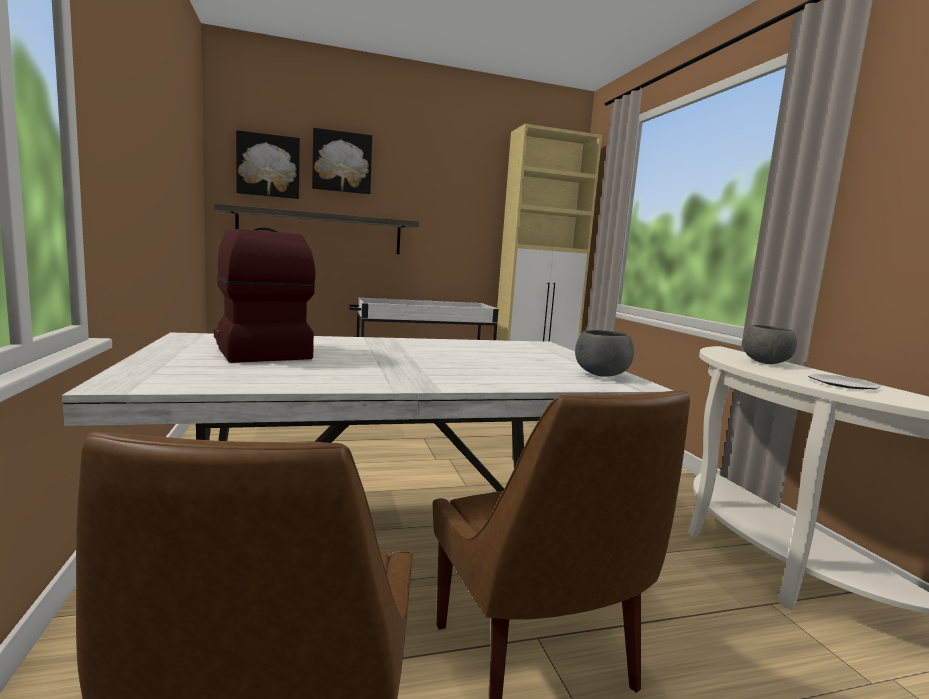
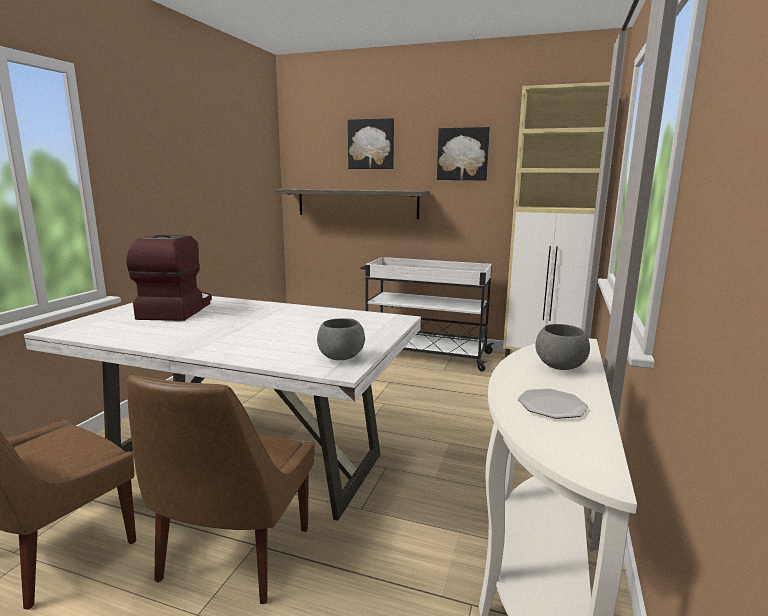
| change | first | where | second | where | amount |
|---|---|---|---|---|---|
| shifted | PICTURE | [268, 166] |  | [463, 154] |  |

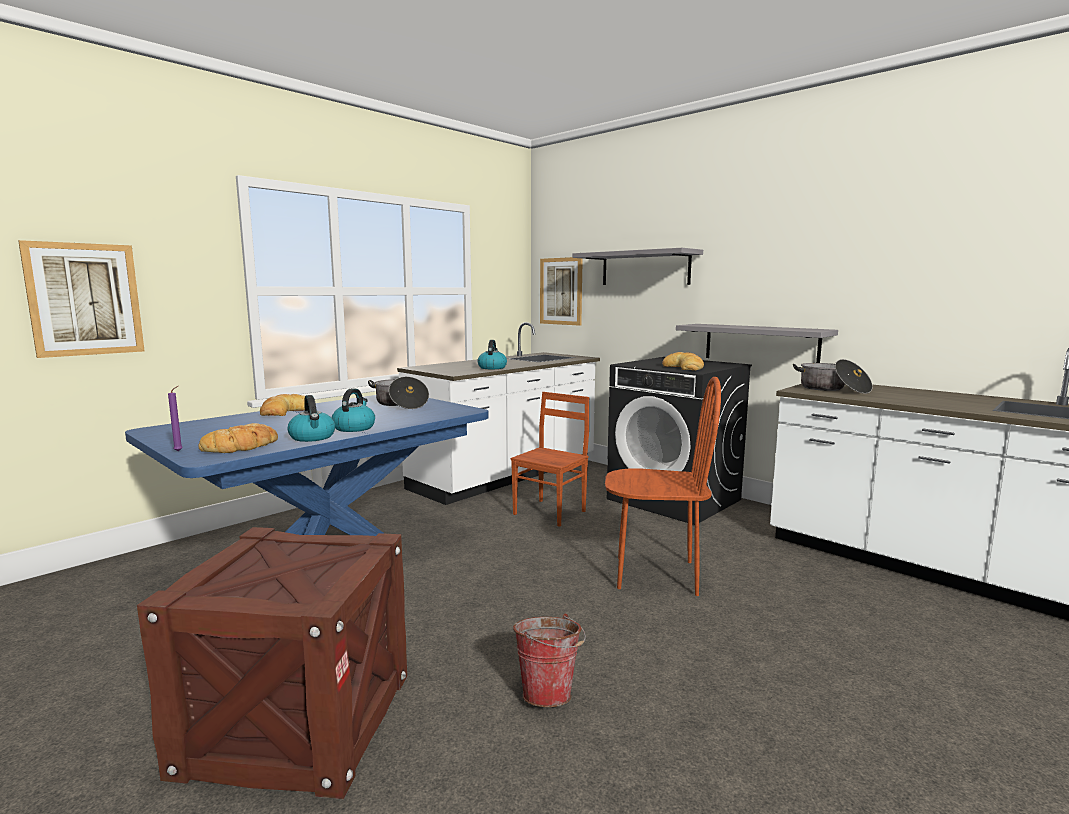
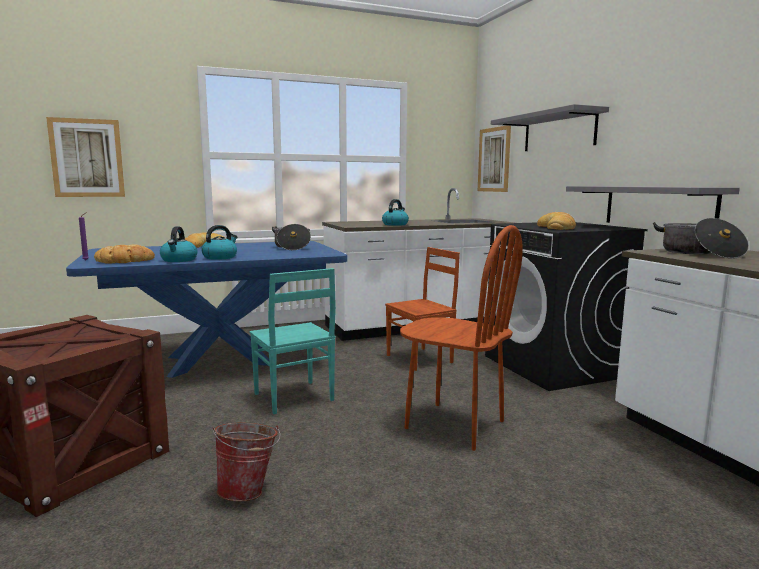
| change | first | where | second | where | amount |
|---|---|---|---|---|---|
| new |  |  | BLUE-GREEN UPRIGHT CHAIR | [293, 398] |  |

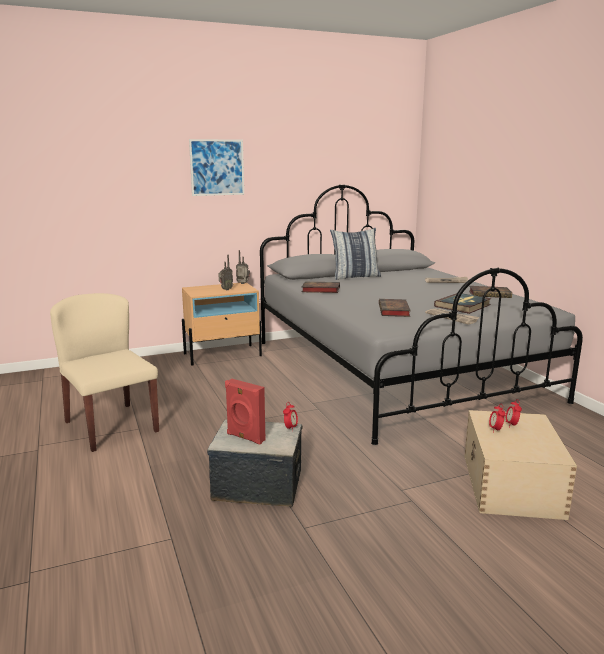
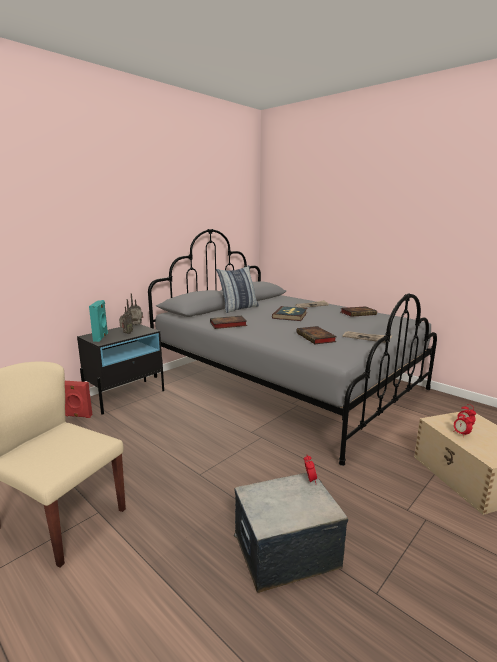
| change | first | where | second | where | amount |
|---|---|---|---|---|---|
| repainted | SAND-COLOURED NIGHT TABLE | [223, 355] | BLACKISH NIGHT TABLE | [126, 396] |  |
| gone | PICTURE | [217, 167] |  |  |  |
| shifted | RED SPEAKER | [245, 437] |  | [78, 416] |  |
| shifted | BOUND BOOK | [463, 305] |  | [290, 315] |  |
| new |  |  | BLUE-GREEN SPEAKER | [101, 337] |  |

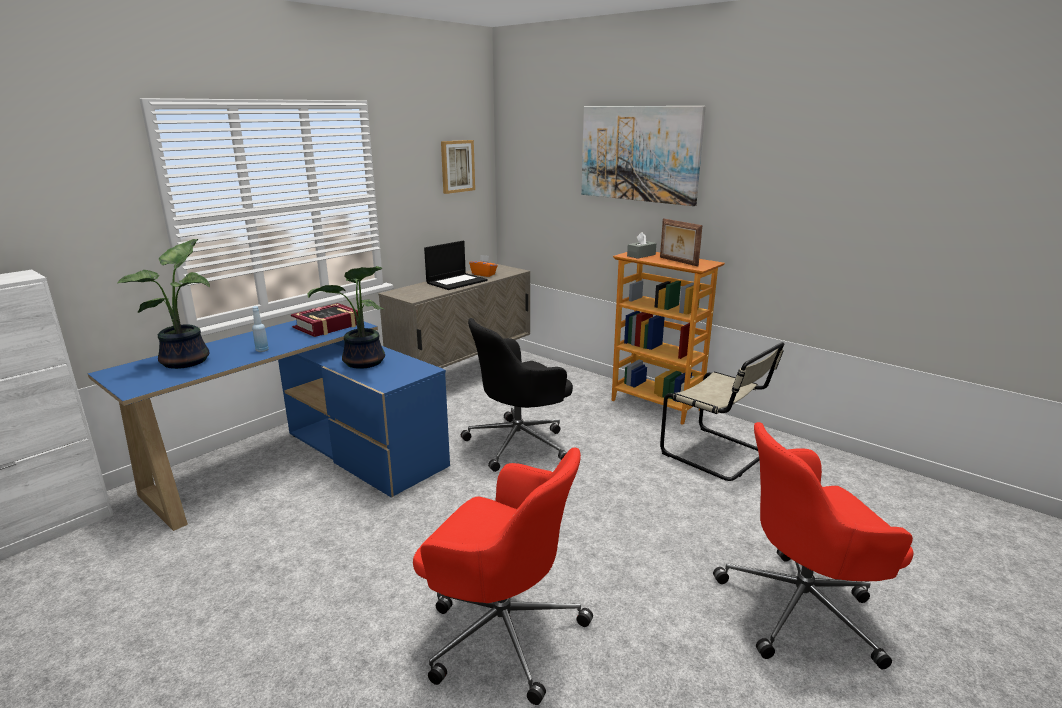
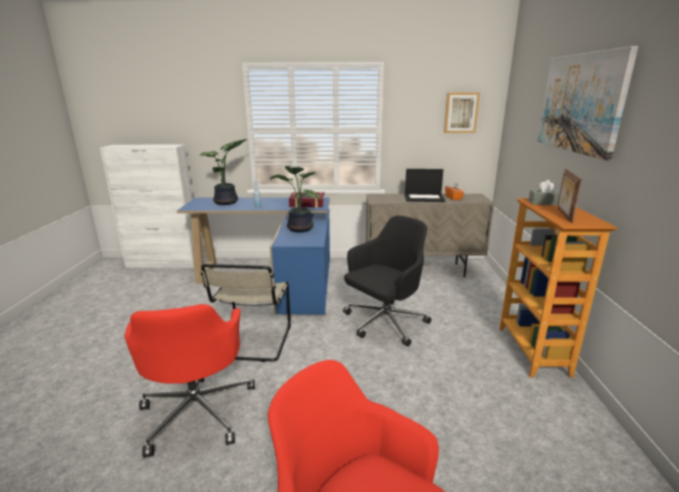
| change | first | where | second | where | amount |
|---|---|---|---|---|---|
| rotated | BLACKISH COMPUTER CHAIR | [519, 443] |  | [384, 323] | 120 degrees clockwise |
| shifted | SAND-COLOURED UPRIGHT CHAIR | [717, 455] |  | [253, 343] |  |

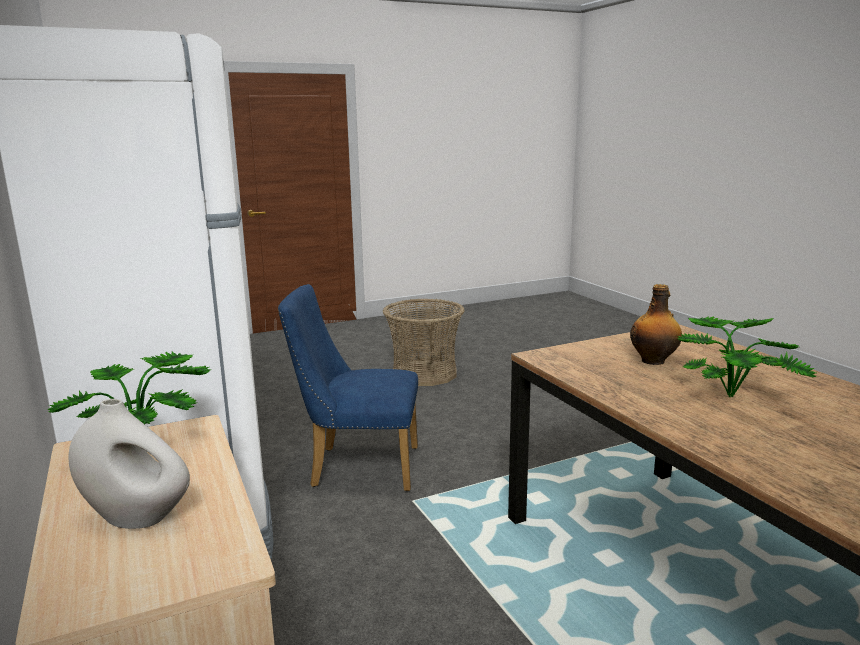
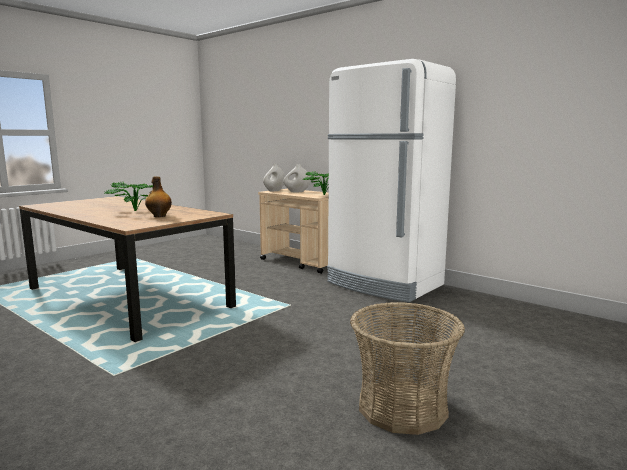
| change | first | where | second | where | amount |
|---|---|---|---|---|---|
| gone | BLUE-COLOURED UPRIGHT CHAIR | [356, 467] |  |  |  |
| new |  |  | WHITE VASE | [274, 191] |  |

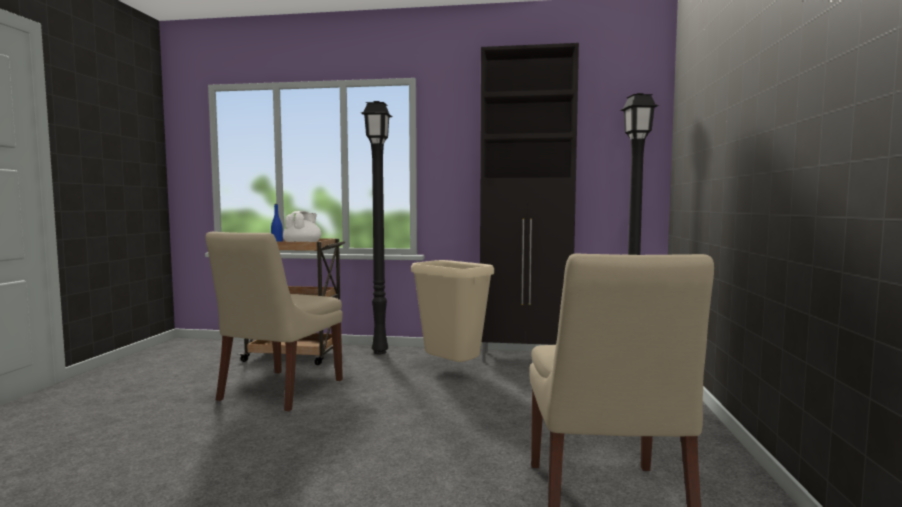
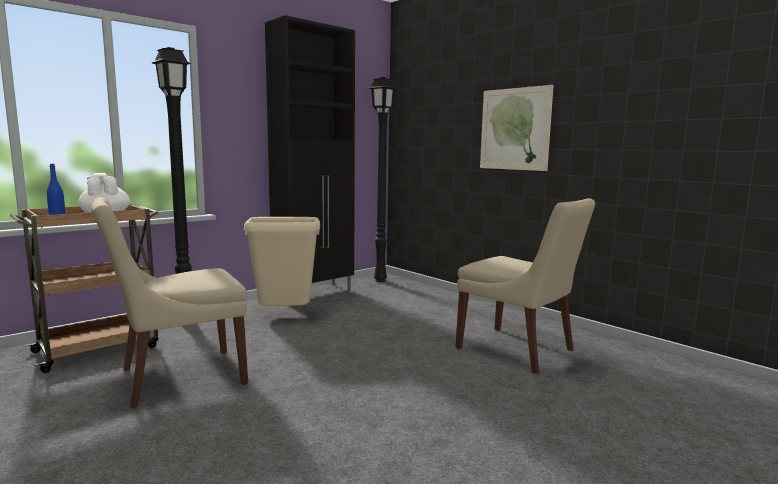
| change | first | where | second | where | amount |
|---|---|---|---|---|---|
| rotated | SAND-COLOURED UPRIGHT CHAIR | [279, 391] |  | [178, 377] | 90 degrees clockwise |
| new |  |  | PICTURE | [514, 129] |  |

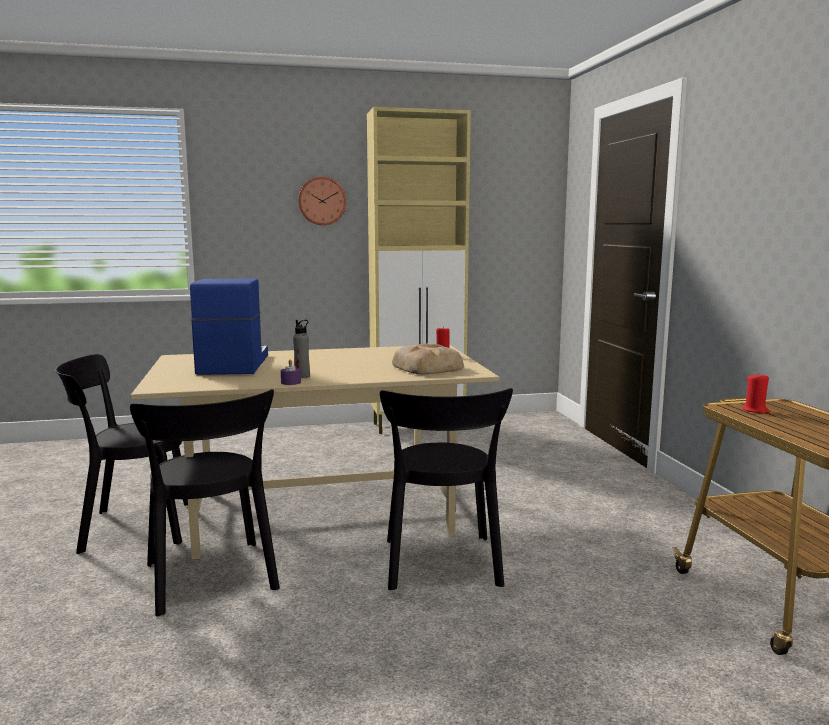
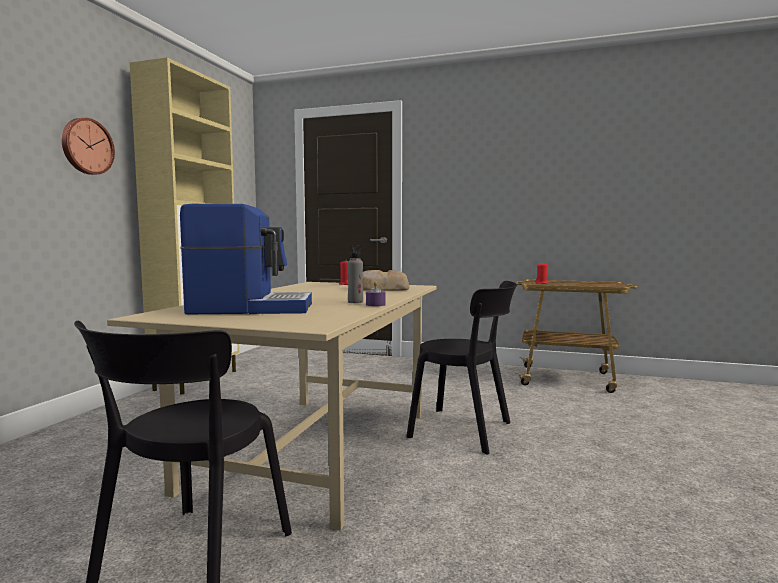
| change | first | where | second | where | amount |
|---|---|---|---|---|---|
| gone | BLACKISH UPRIGHT CHAIR | [211, 580] |  |  |  |
| rotated | COFFEE MACHINE | [232, 364] |  | [251, 308] | 150 degrees clockwise |

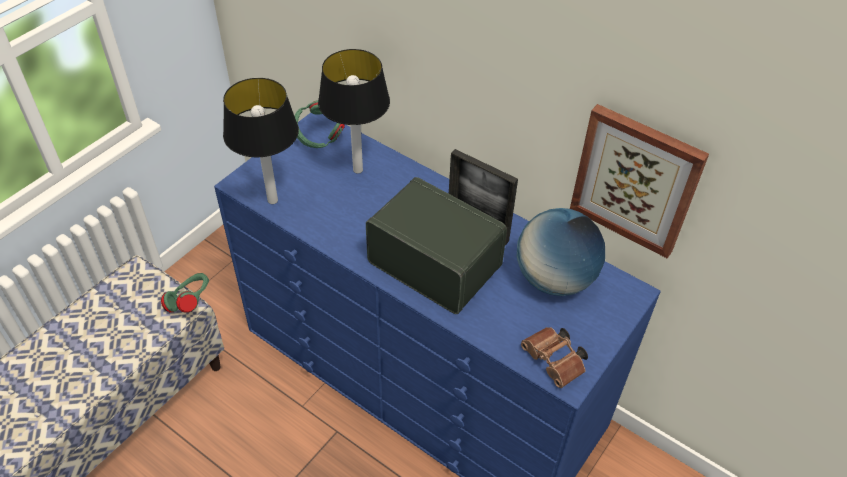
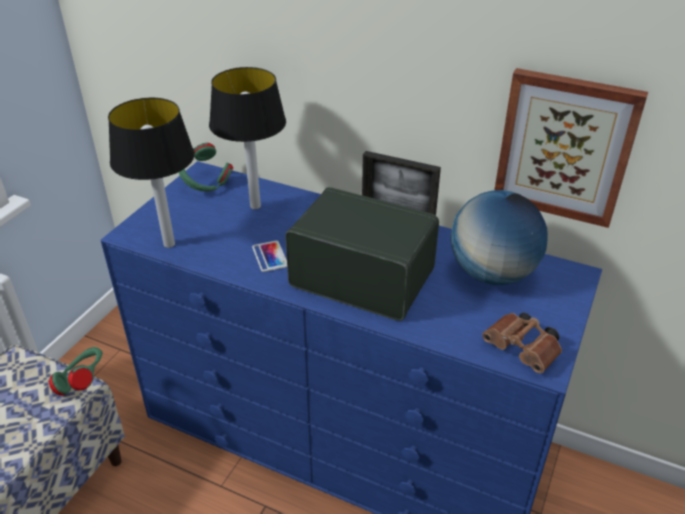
| change | first | where | second | where | amount |
|---|---|---|---|---|---|
| new |  |  | TELEPHONE | [270, 256] |  |

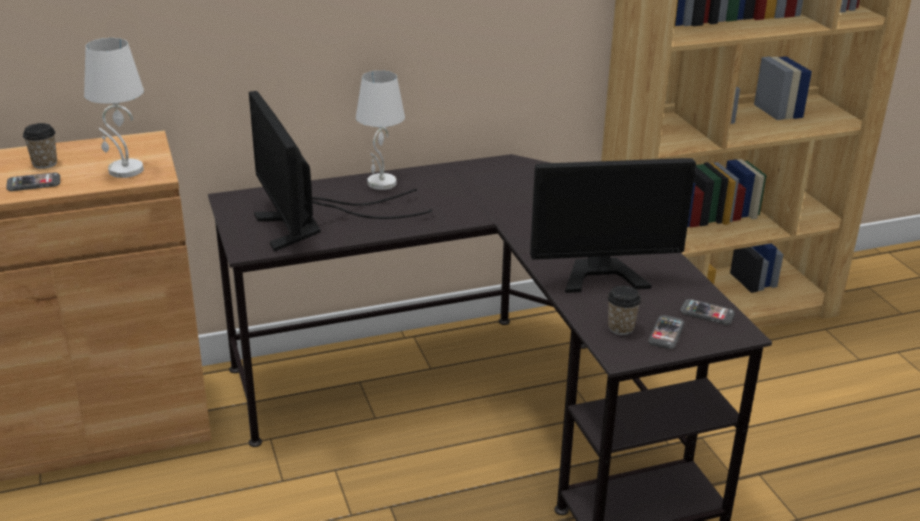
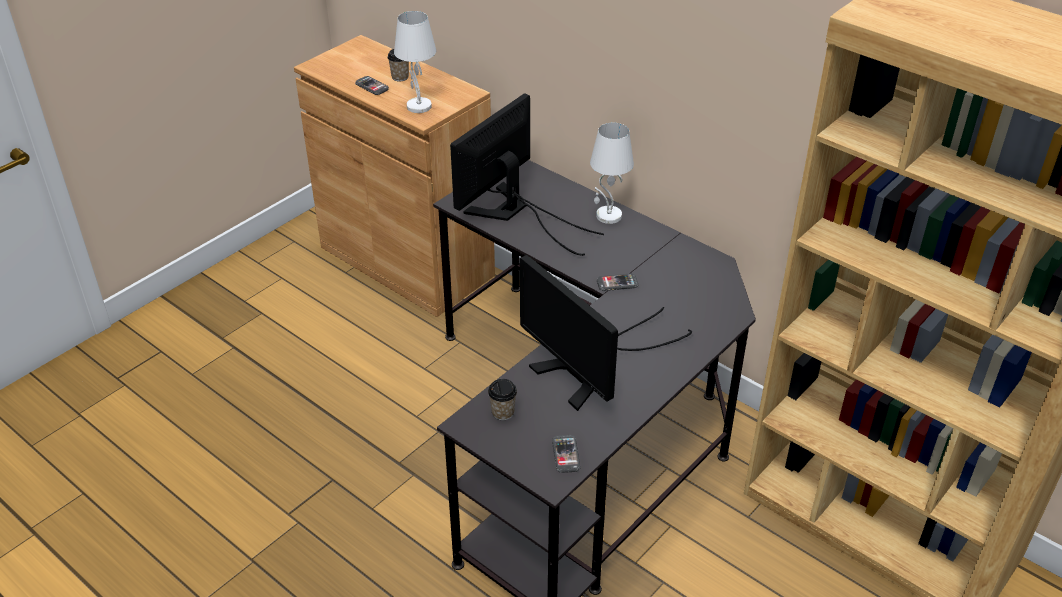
| change | first | where | second | where | amount |
|---|---|---|---|---|---|
| shifted | TELEPHONE | [666, 333] |  | [617, 283] |  |

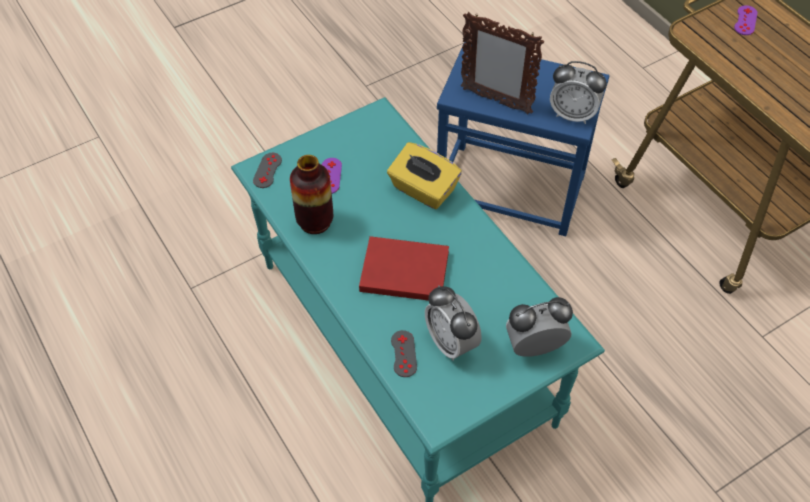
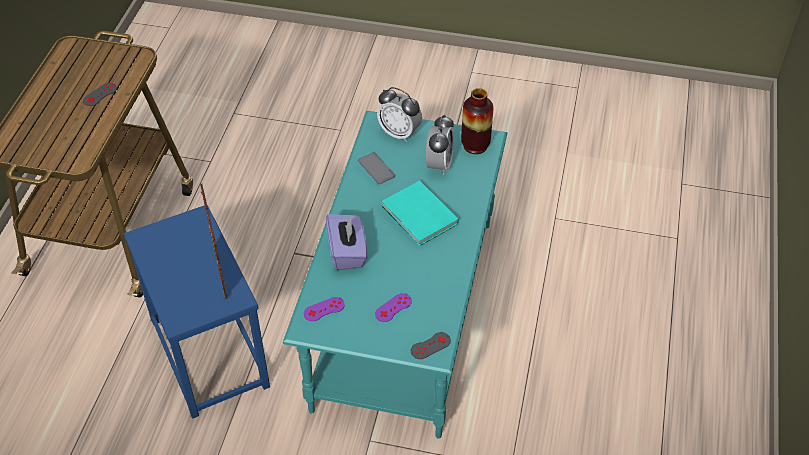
| change | first | where | second | where | amount |
|---|---|---|---|---|---|
| shifted | VASE | [315, 222] |  | [475, 145] |  |
| repainted | RED BOUND BOOK | [402, 270] | BLUE-GREEN BOUND BOOK | [419, 217] |  |
| repainted | YELLOW-COLOURED TISSUE HOLDER | [423, 190] | PURPLE TISSUE HOLDER | [347, 252] |  |
| shifted | GREYISH GAMEPAD | [403, 353] |  | [100, 94] |  |
| gone | TABLE CLOCK | [572, 114] |  |  |  |
| shifted | PURPLE GAMEPAD | [745, 20] |  | [324, 309] |  |
| new |  |  | TELEPHONE | [376, 169] |  |

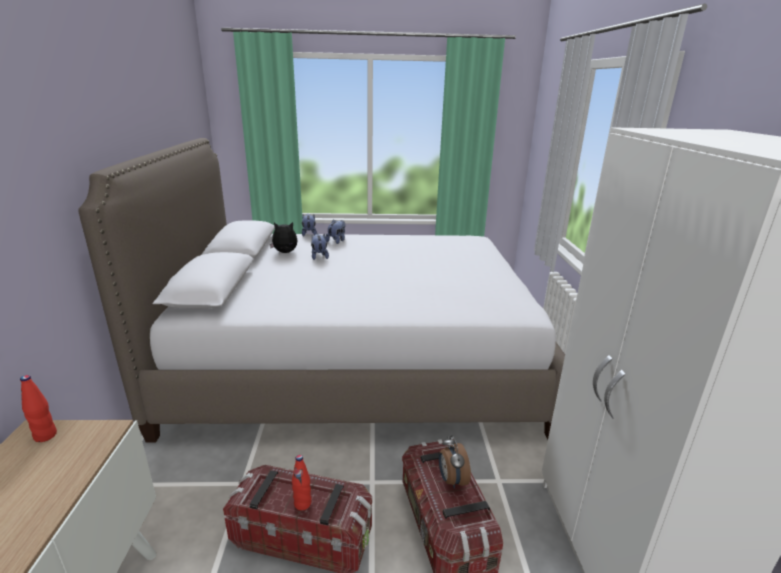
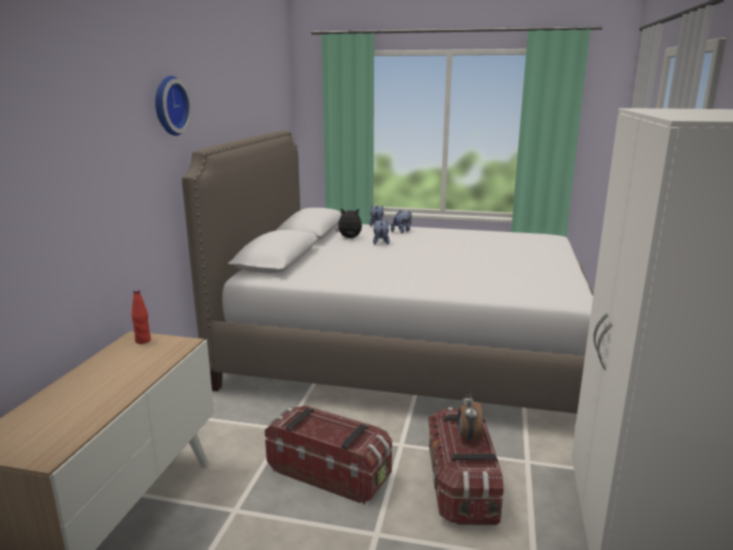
| change | first | where | second | where | amount |
|---|---|---|---|---|---|
| gone | RED BOTTLE | [302, 504] |  |  |  |
| new |  |  | CLOCK ON THE WALL | [168, 106] |  |

